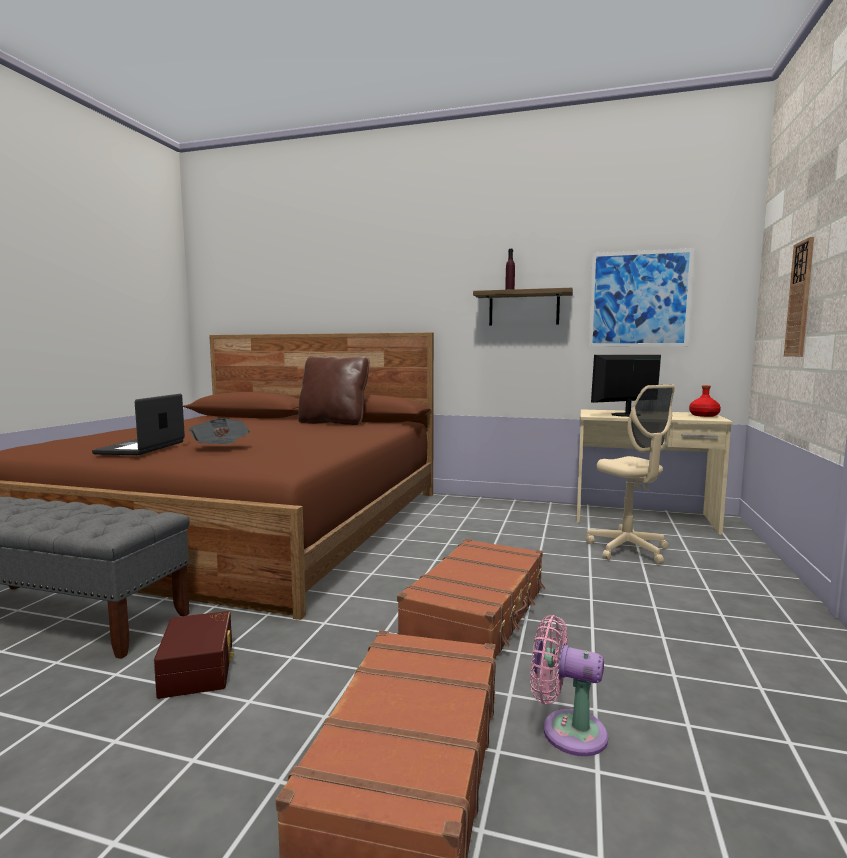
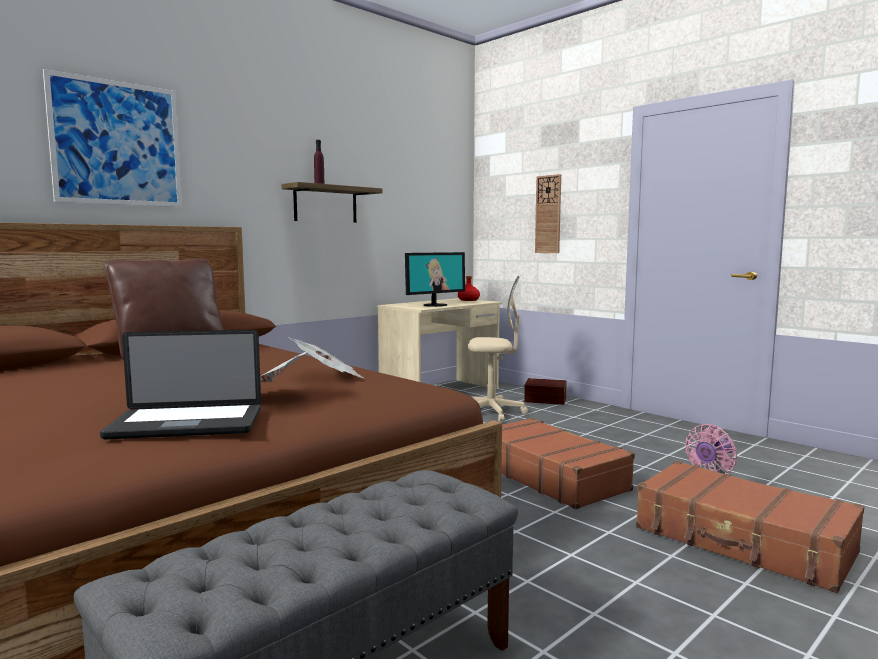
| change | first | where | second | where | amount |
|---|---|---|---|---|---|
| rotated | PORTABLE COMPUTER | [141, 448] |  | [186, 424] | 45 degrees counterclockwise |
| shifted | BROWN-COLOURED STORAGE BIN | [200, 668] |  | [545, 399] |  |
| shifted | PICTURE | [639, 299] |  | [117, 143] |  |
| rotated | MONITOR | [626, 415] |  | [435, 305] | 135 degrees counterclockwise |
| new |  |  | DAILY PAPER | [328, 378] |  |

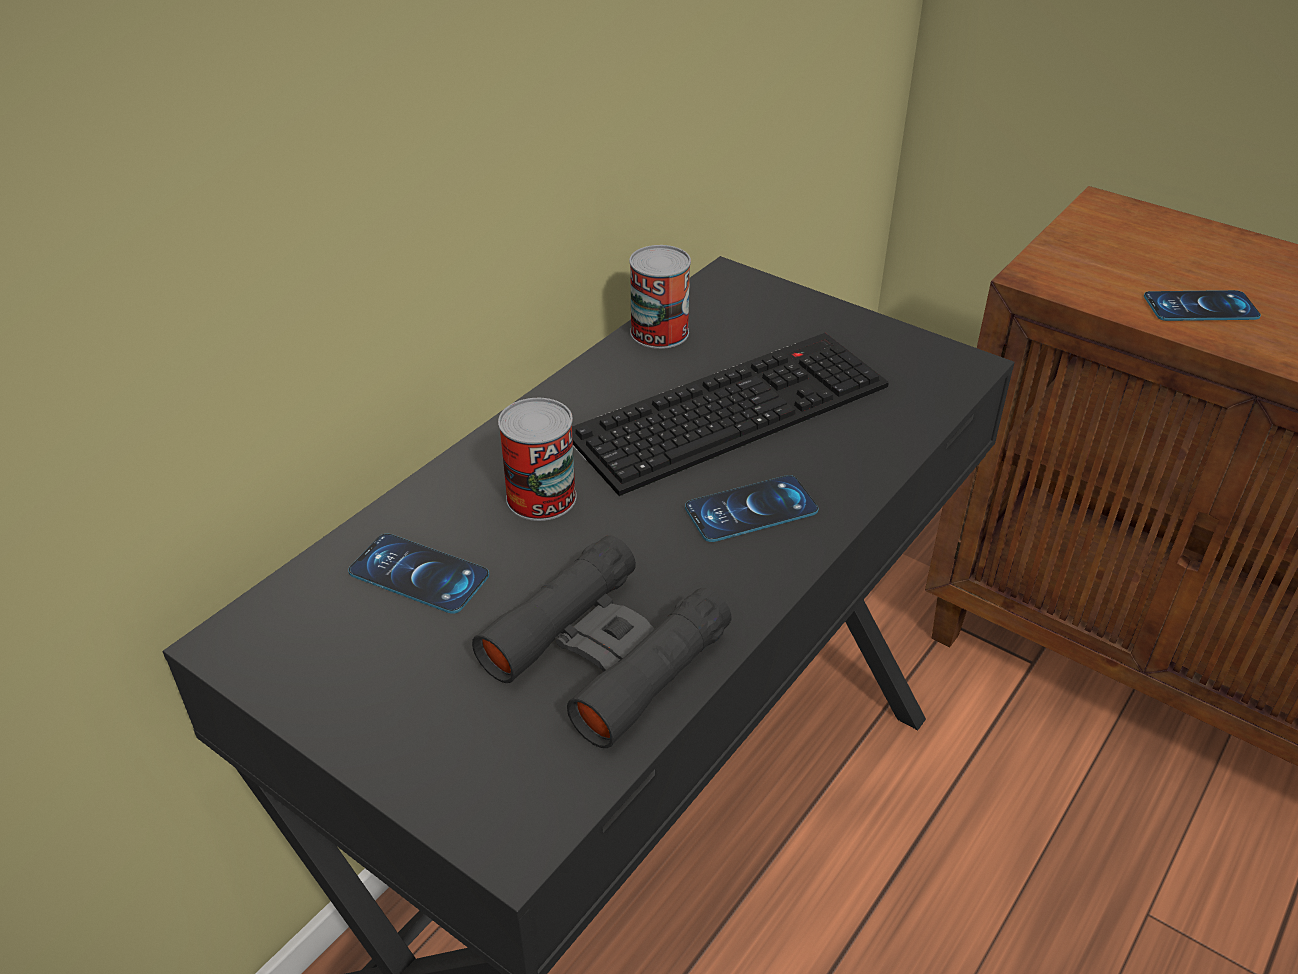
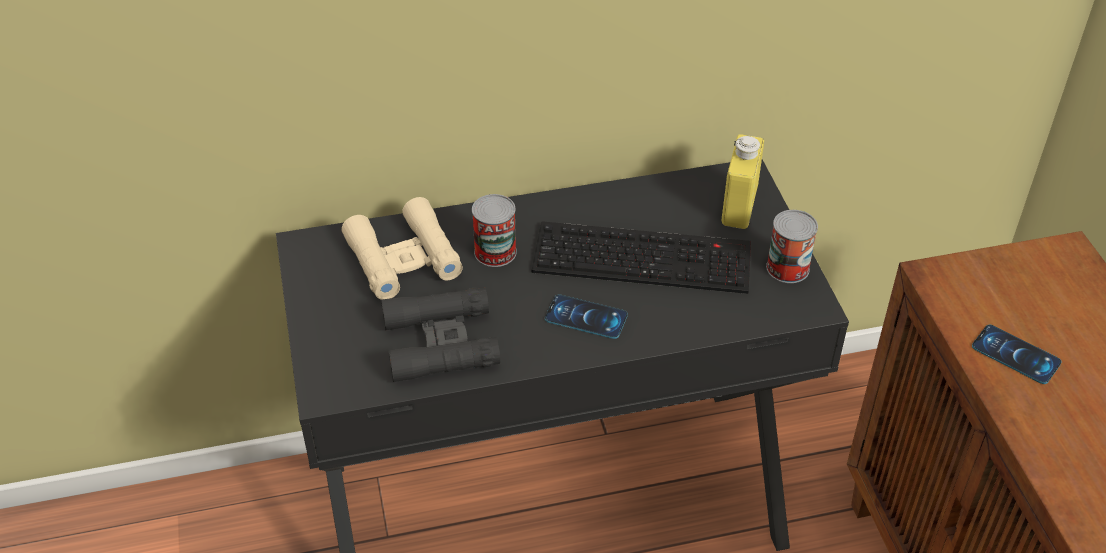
| change | first | where | second | where | amount |
|---|---|---|---|---|---|
| swapped | TELEPHONE | [419, 574] | SAND-COLOURED PAIR OF BINOCULARS | [403, 258] |  |
| shifted | SEALED CAN | [659, 332] |  | [787, 268] |  |
| new |  |  | YELLOW-COLOURED BOTTLE | [739, 207] |  |

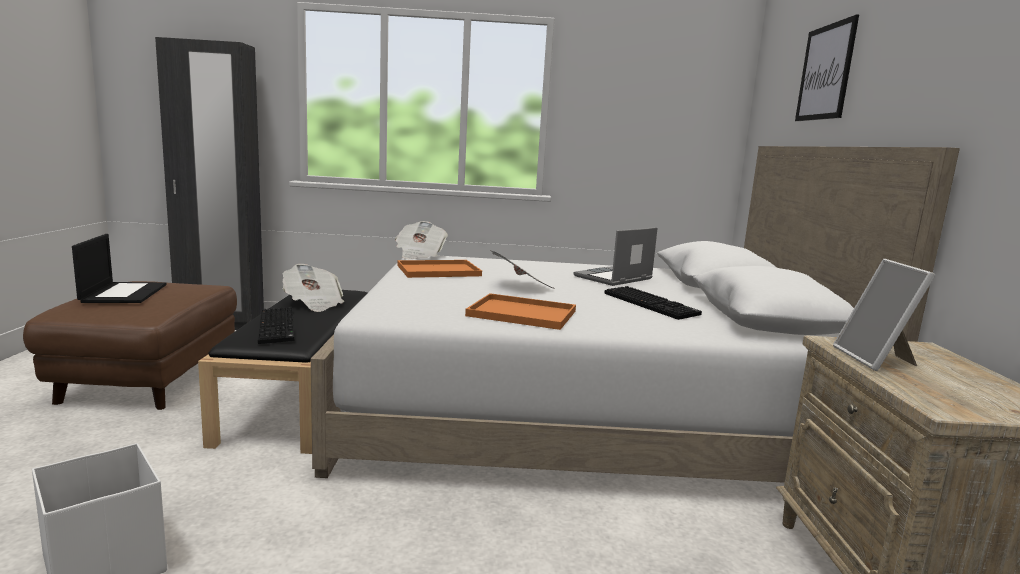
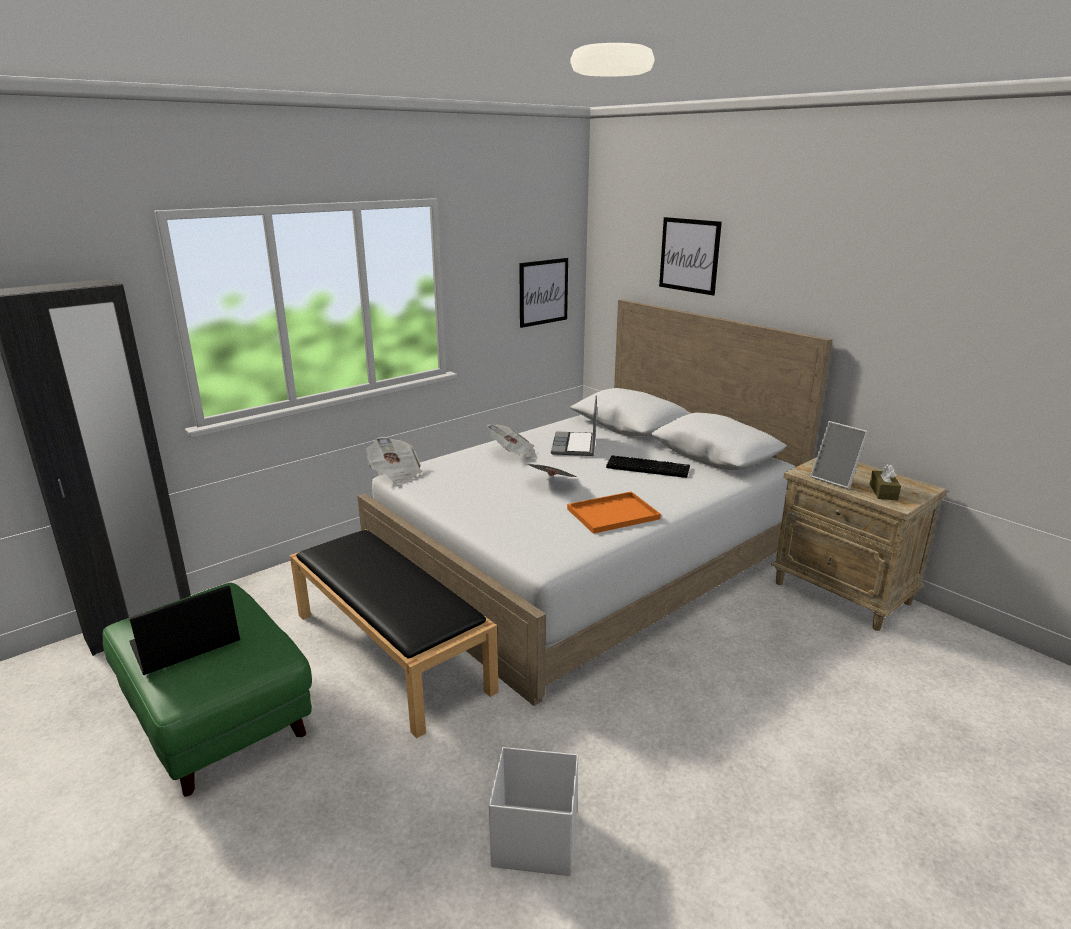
| change | first | where | second | where | amount |
|---|---|---|---|---|---|
| repainted | BROWN-COLOURED OTTOMAN | [148, 378] | GREEN-COLOURED OTTOMAN | [216, 719] |  |
| rotated | PORTABLE COMPUTER | [124, 293] |  | [184, 643] | 75 degrees counterclockwise |
| gone | PC KEYBOARD | [278, 327] |  |  |  |
| shifted | DAILY PAPER | [313, 303] |  | [513, 454] |  |
| gone | ORANGEY CARRYING TRAY | [437, 271] |  |  |  |
| new |  |  | PICTURE | [543, 292] |  |
| new |  |  | BROWN-COLOURED TISSUE HOLDER | [883, 492] |  |

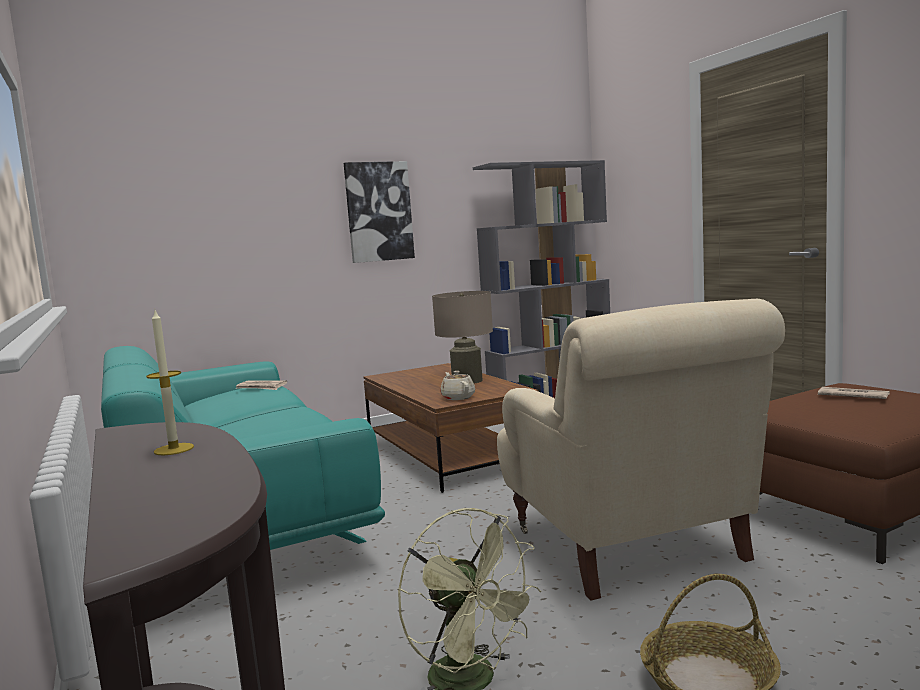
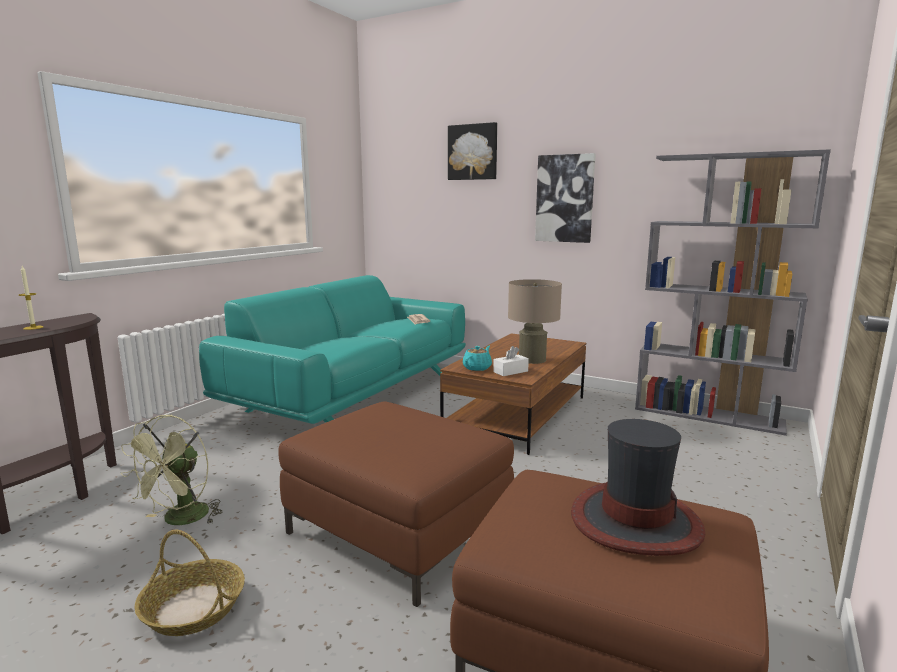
| change | first | where | second | where | amount |
|---|---|---|---|---|---|
| repainted | SAND-COLOURED POT FOR TEA | [458, 397] | BLUE-GREEN POT FOR TEA | [477, 368] |  |
| swapped | SAND-COLOURED LOUNGE CHAIR | [629, 546] | BROWN-COLOURED OTTOMAN | [398, 529] |  |
| swapped | DAILY PAPER | [852, 396] | HAT | [634, 521] |  |
| new |  |  | PICTURE | [473, 152] |  |
| new |  |  | WHITE TISSUE HOLDER | [510, 371] |  |

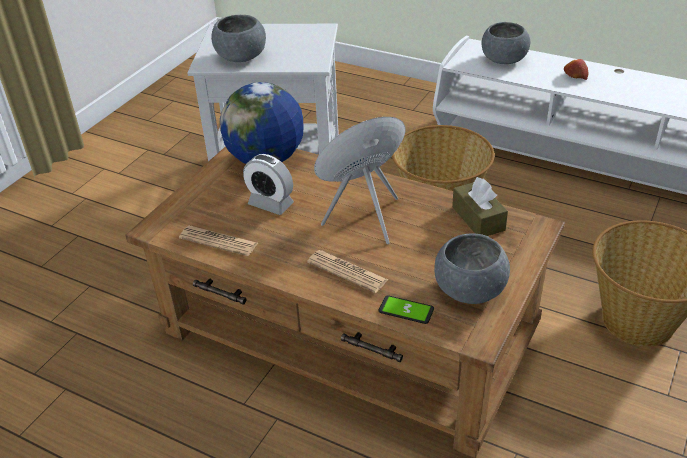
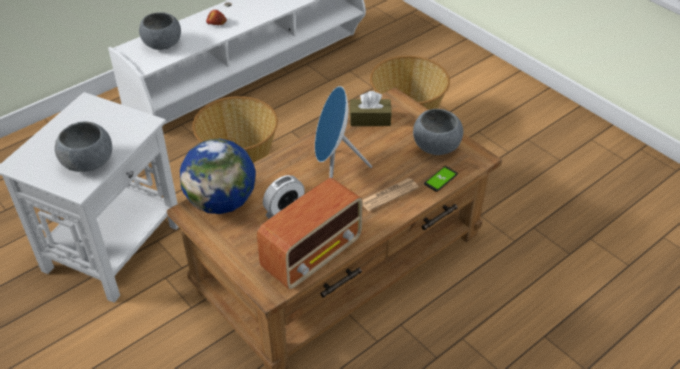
| change | first | where | second | where | amount |
|---|---|---|---|---|---|
| swapped | DAILY PAPER | [218, 241] | RADIO SET | [313, 254] |  |

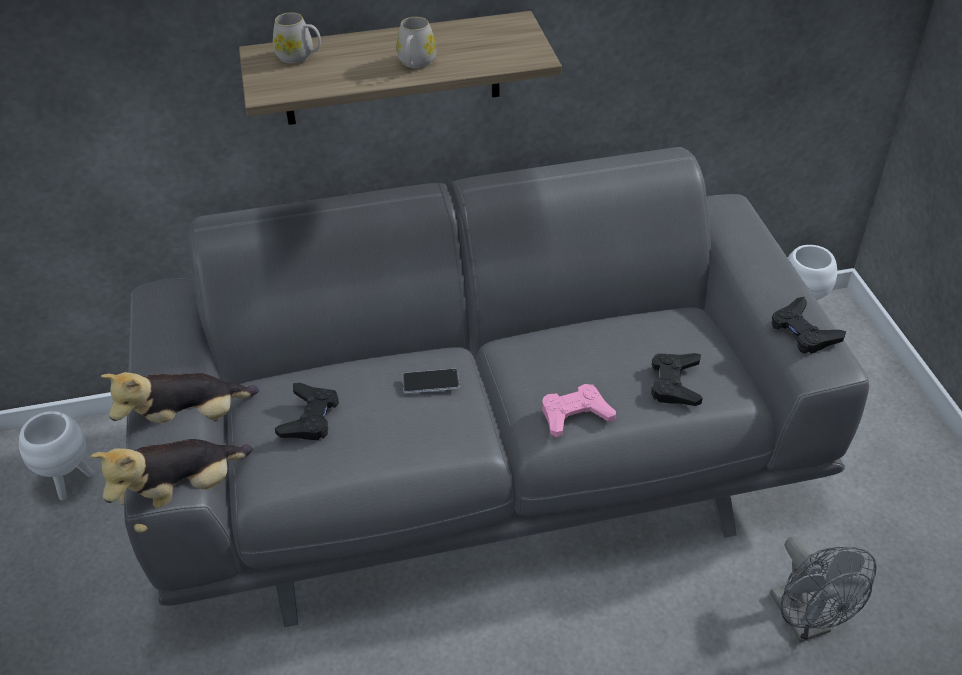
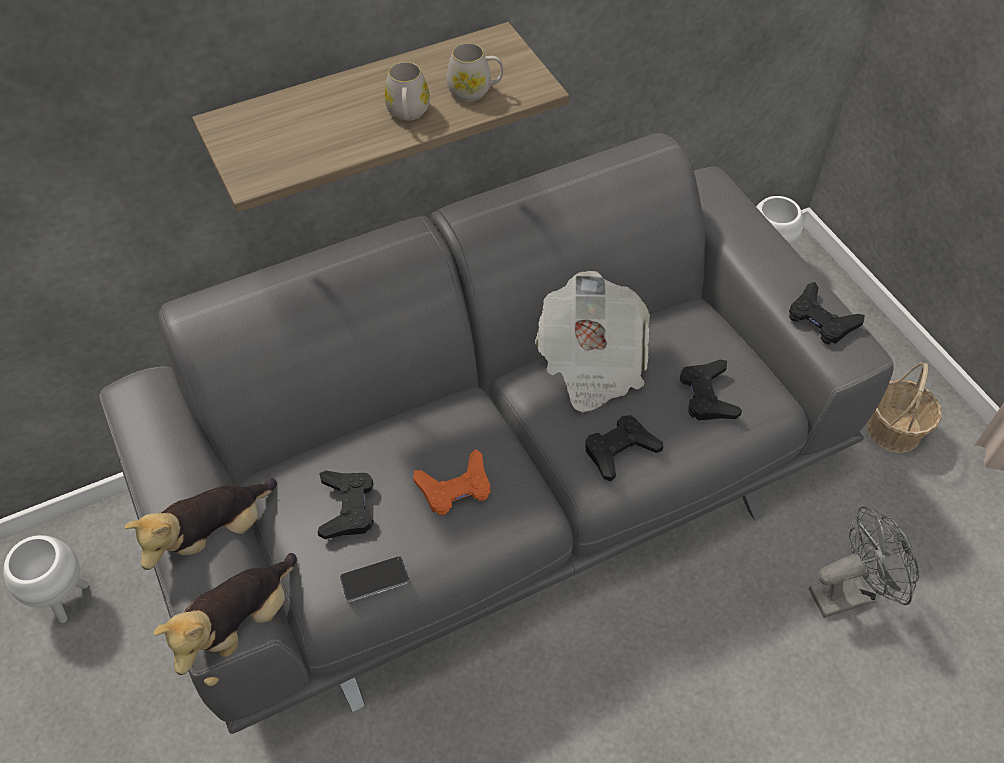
| change | first | where | second | where | amount |
|---|---|---|---|---|---|
| shifted | WHITE MUG | [299, 56] |  | [475, 90] |  |
| shifted | TELEPHONE | [431, 382] |  | [374, 579] |  |
| repainted | PINK-COLOURED GAMEPAD | [575, 415] | BLACKISH GAMEPAD | [620, 450] |  |
| rotated | GREYISH COOLING FAN | [805, 622] |  | [849, 592] | 75 degrees counterclockwise |
| new |  |  | ORANGEY GAMEPAD | [455, 488] |  |
| new |  |  | DAILY PAPER | [591, 363] |  |
| new |  |  | STORAGE BASKET | [894, 430] |  |

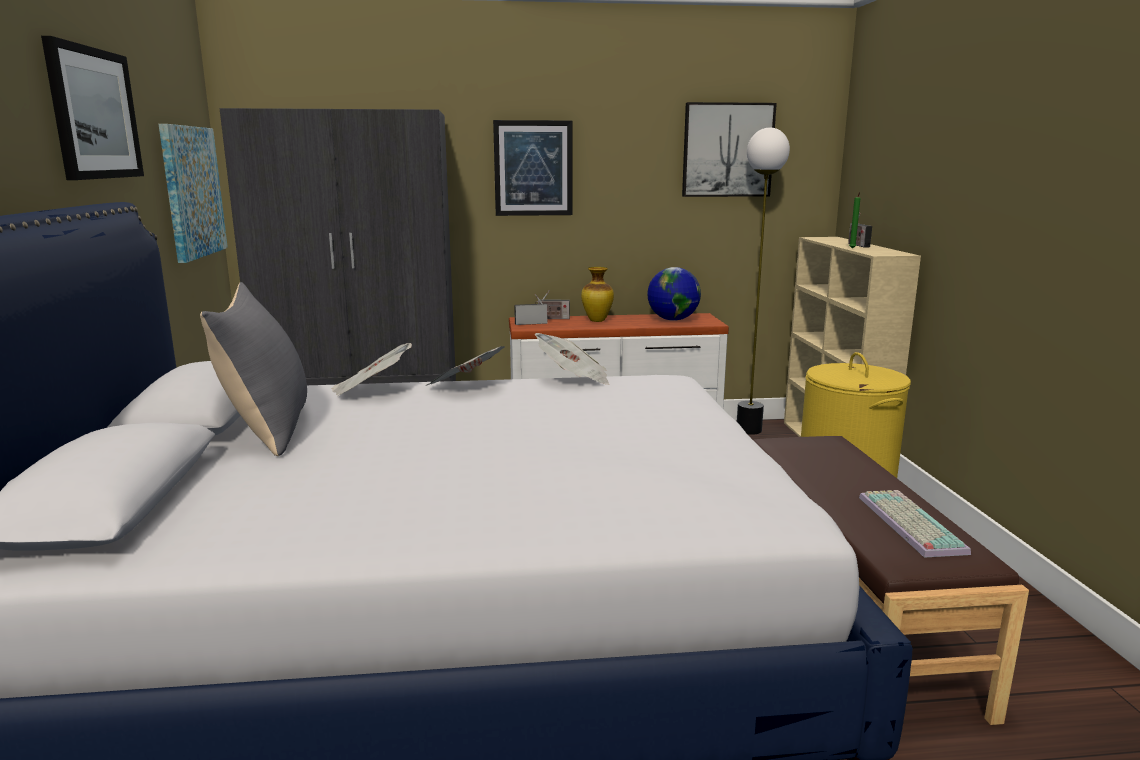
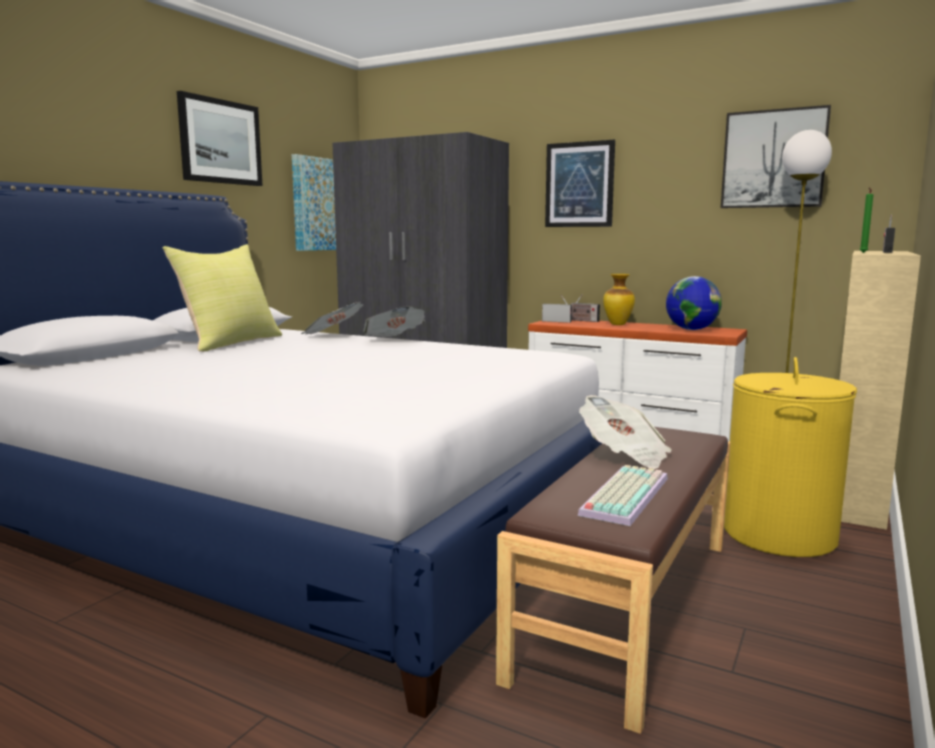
| change | first | where | second | where | amount |
|---|---|---|---|---|---|
| repainted | GREYISH CUSHION | [269, 429] | YELLOW-COLOURED CUSHION | [231, 343] |  |
| shifted | DAILY PAPER | [574, 379] |  | [624, 455] |  |

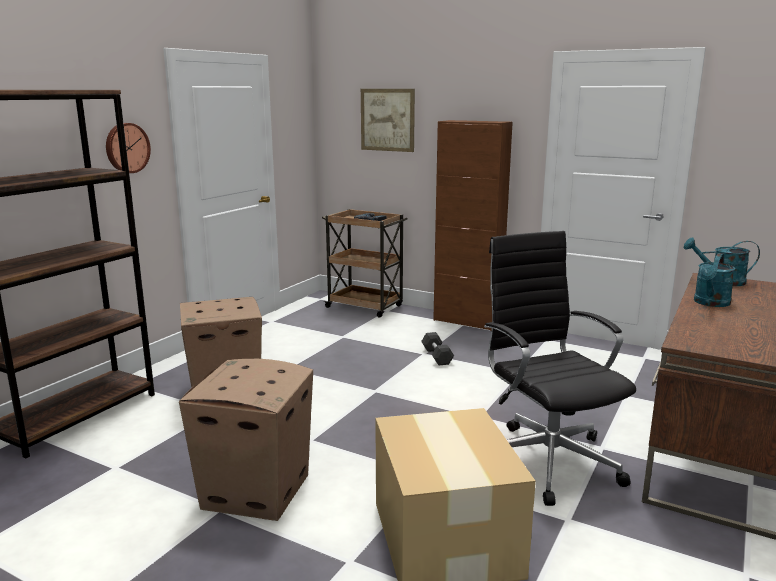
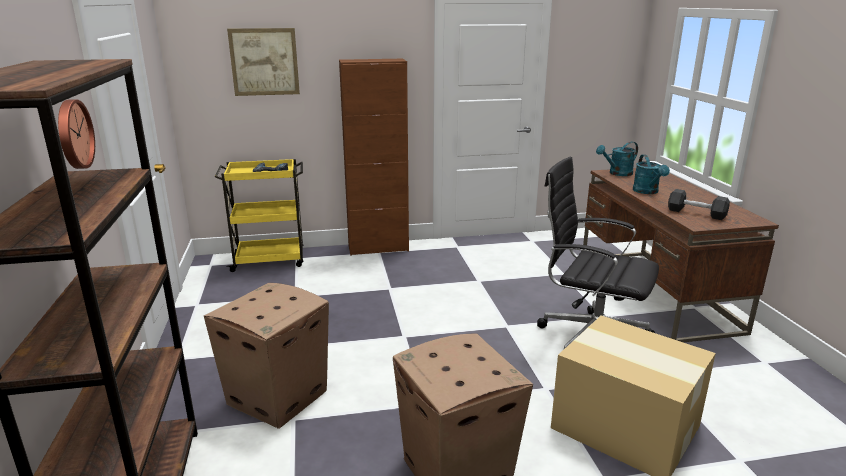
| change | first | where | second | where | amount |
|---|---|---|---|---|---|
| repainted | BROWN-COLOURED TROLLEY | [365, 307] | YELLOW-COLOURED TROLLEY | [270, 260] |  |
| shifted | BLACKISH DUMBBELL | [437, 356] |  | [696, 213] |  |

